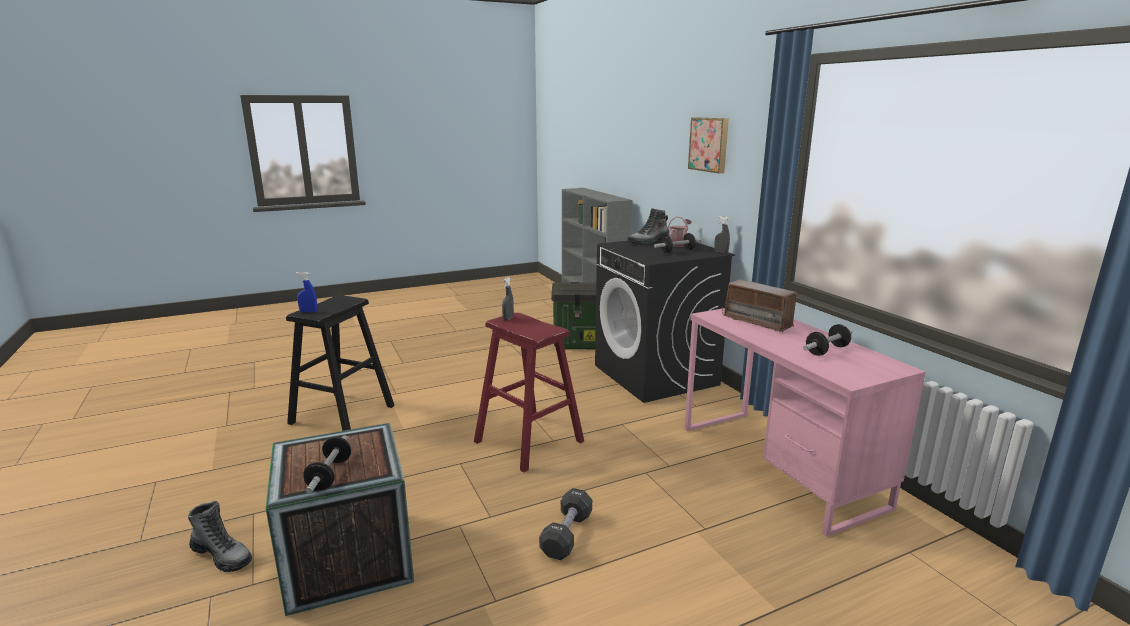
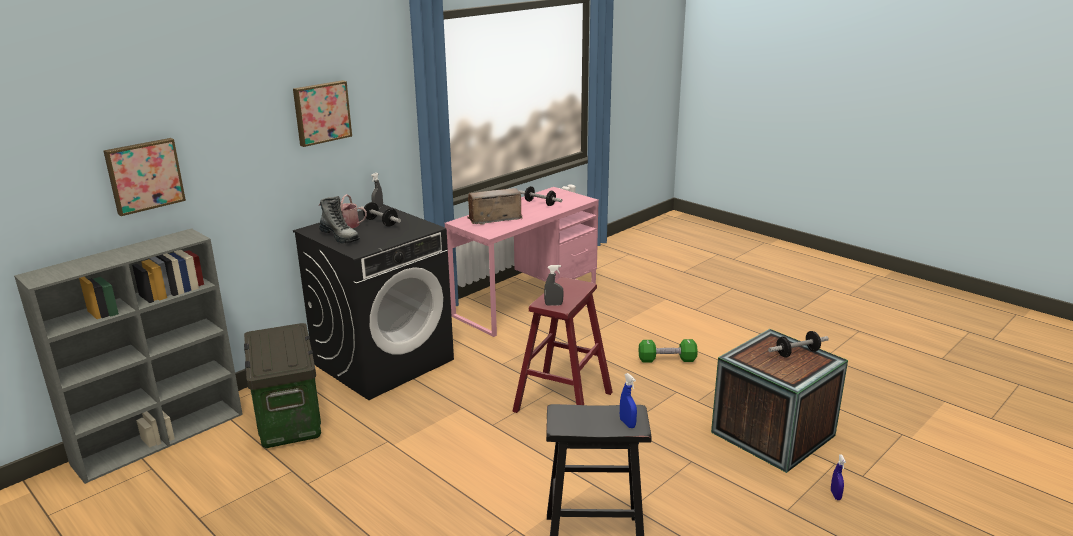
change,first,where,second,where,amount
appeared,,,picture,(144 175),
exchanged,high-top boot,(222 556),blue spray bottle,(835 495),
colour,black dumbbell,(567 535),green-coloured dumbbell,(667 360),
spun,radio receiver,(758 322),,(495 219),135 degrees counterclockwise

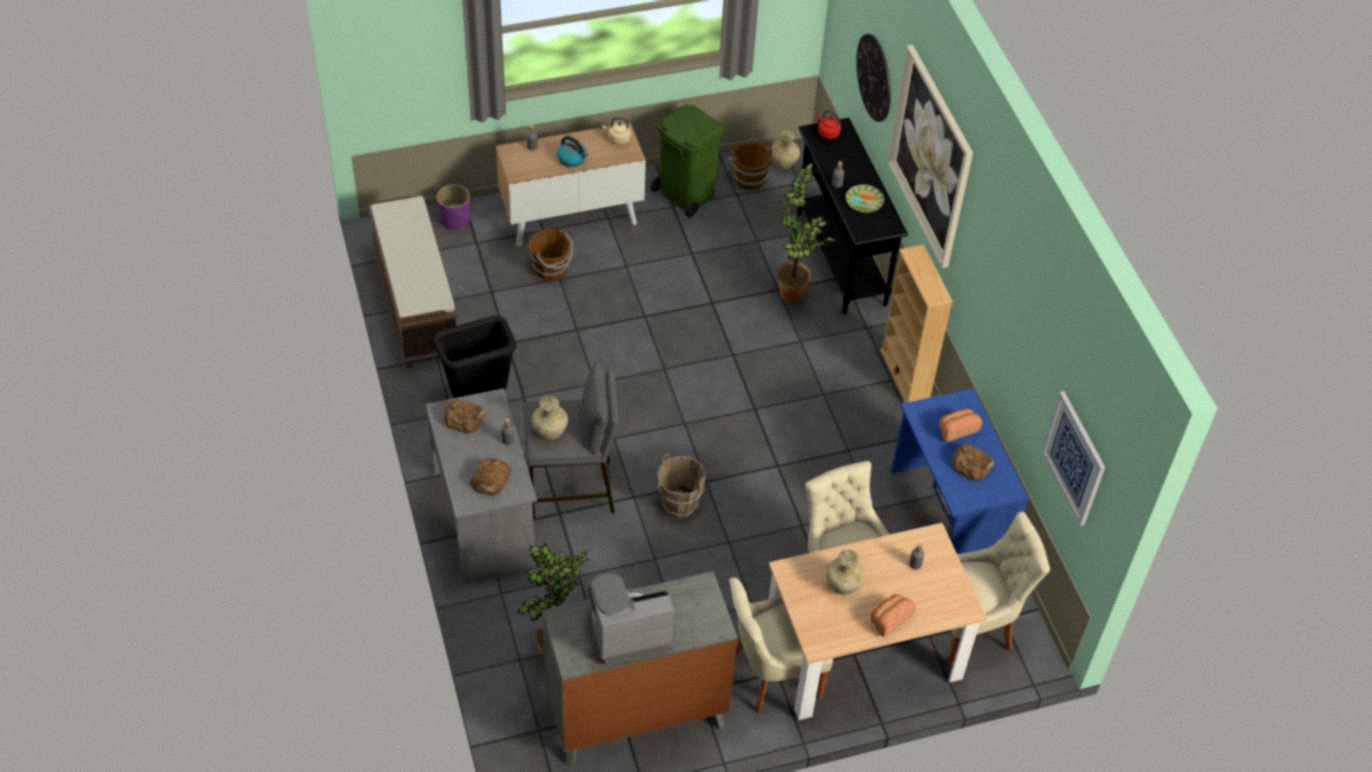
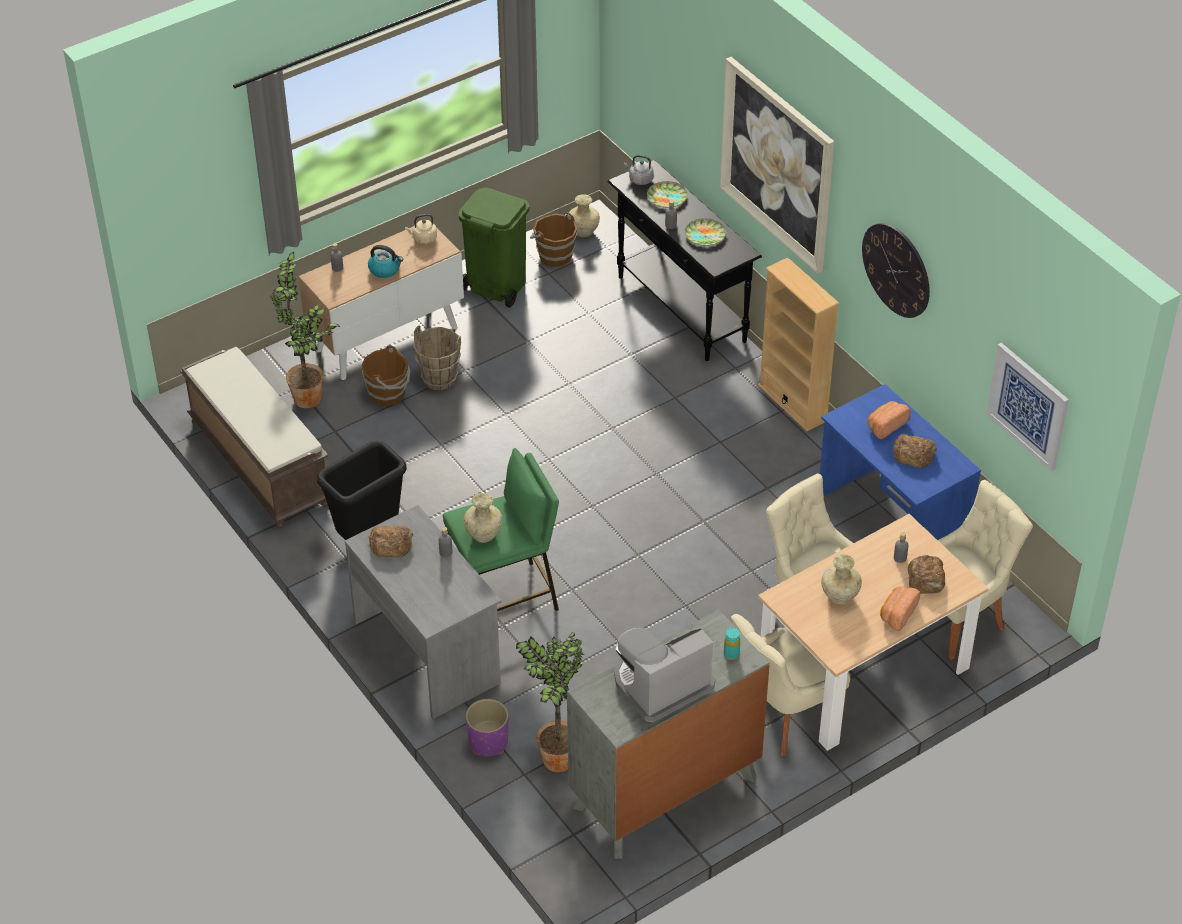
change,first,where,second,where,amount
appeared,,,dinner plate,(667 197),
appeared,,,turquoise-coloured beverage bottle,(731 654),
relocated,purple planter,(455 220),,(488 742),
relocated,baked bread,(491 480),,(926 578),
relocated,brownish bucket,(679 505),,(439 379),
relocated,plant in a pot,(793 296),,(309 401),
relocated,wall clock,(874 77),,(896 270),
colour,gray sitting stool,(571 489),green-coloured sitting stool,(505 599),
colour,red-coloured tea kettle,(827 133),gray tea kettle,(639 179),

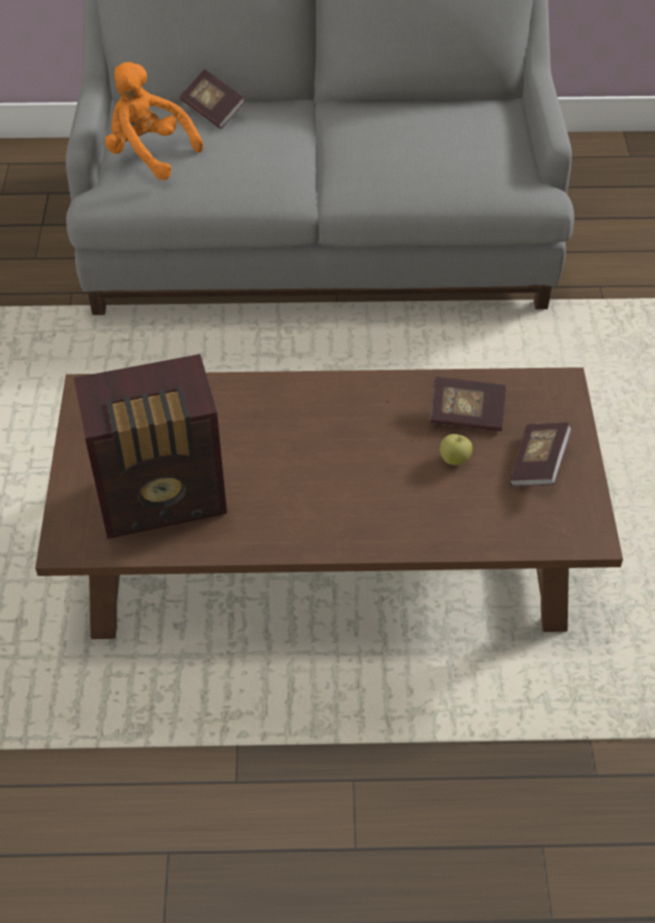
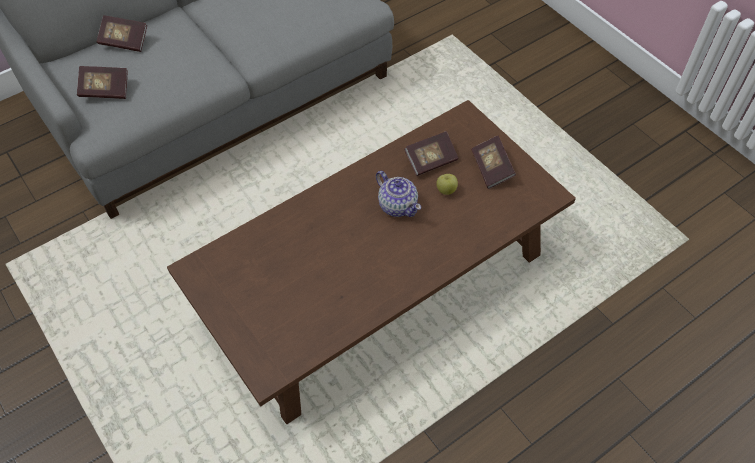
change,first,where,second,where,amount
missing,radio receiver,(164 499),,,
appeared,,,pot for tea,(397 205),
exchanged,orange-coloured cuddly toy,(149 153),bound book,(105 90),

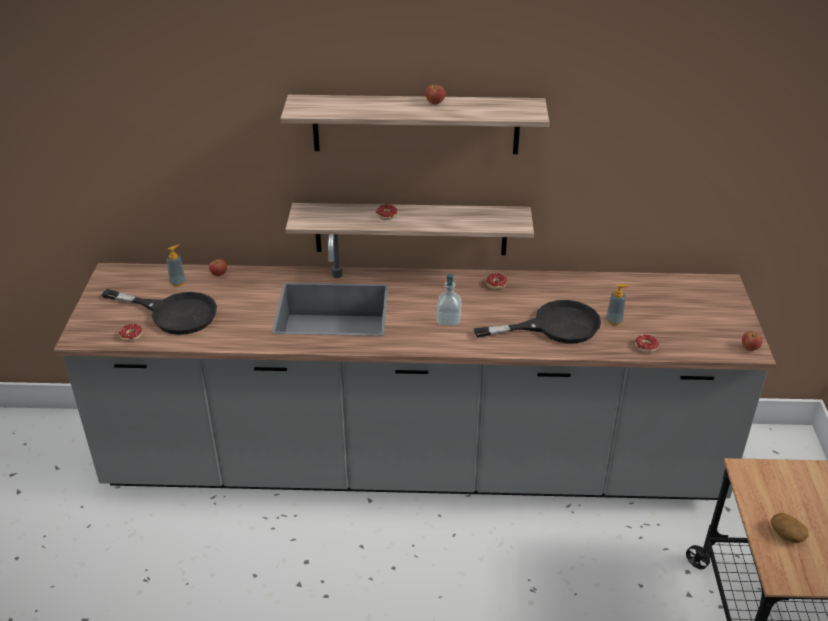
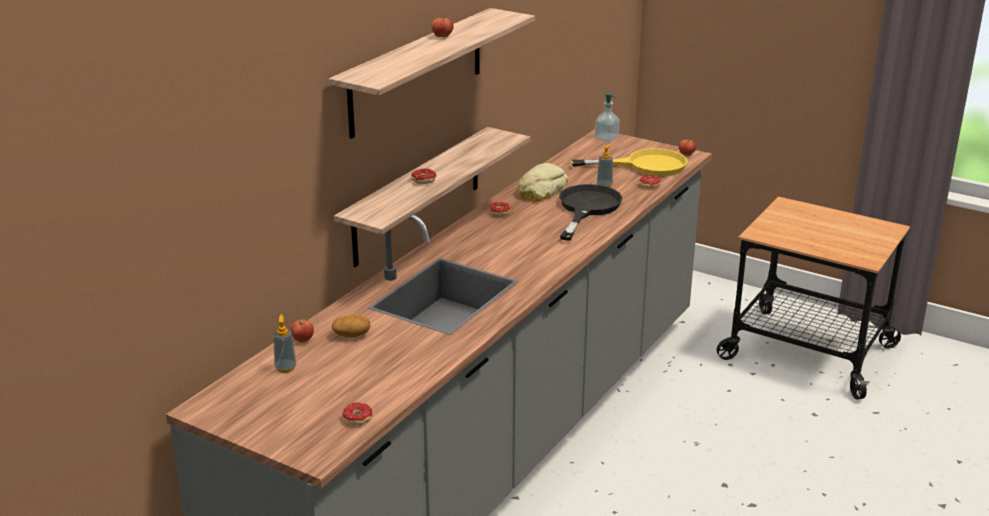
change,first,where,second,where,amount
missing,black pan,(174 313),,,
appeared,,,baked bread,(541 189),
appeared,,,yellow-coloured pan,(645 165),
relocated,liquid soap bottle,(448 320),,(606 138),
relocated,spud,(786 534),,(351 335),

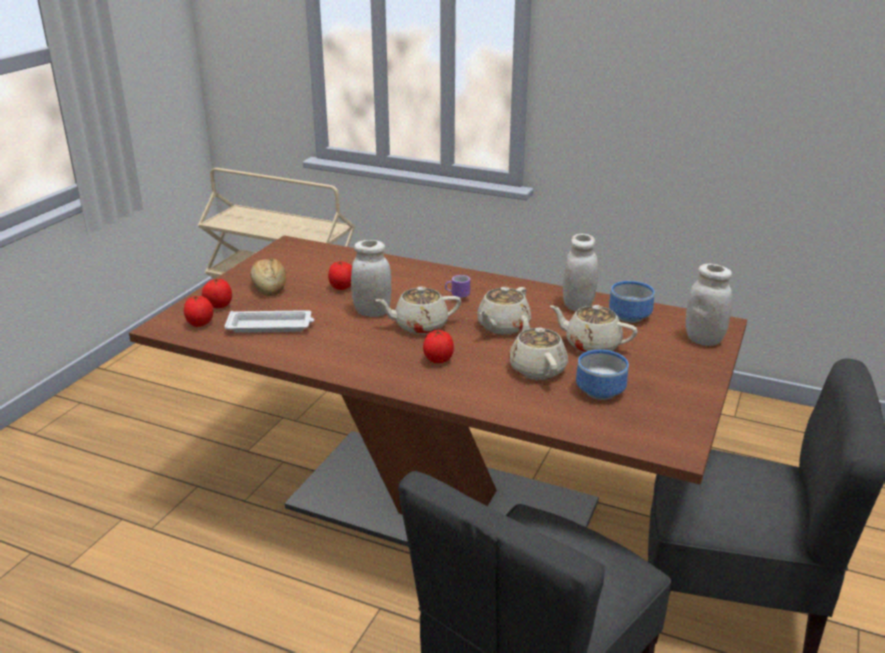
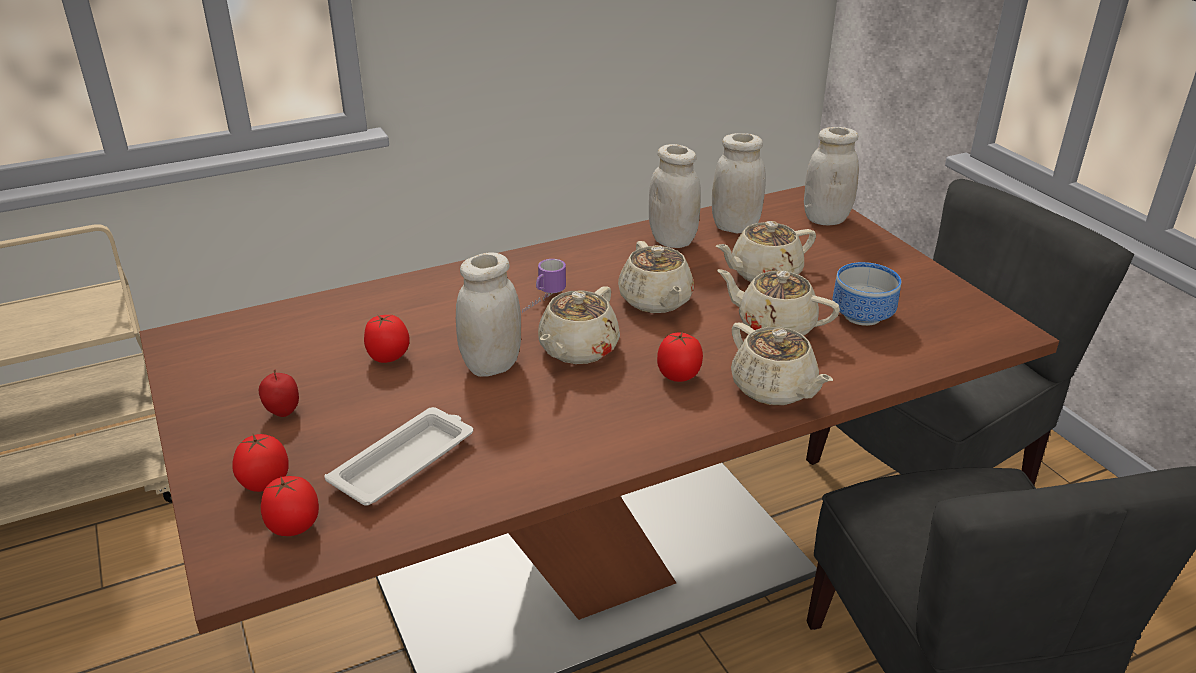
change,first,where,second,where,amount
appeared,,,beige-coloured pot for tea,(774 389),
exchanged,baked bread,(269 287),apple,(283 413),
exchanged,deep dish,(631 316),white jar,(735 227),

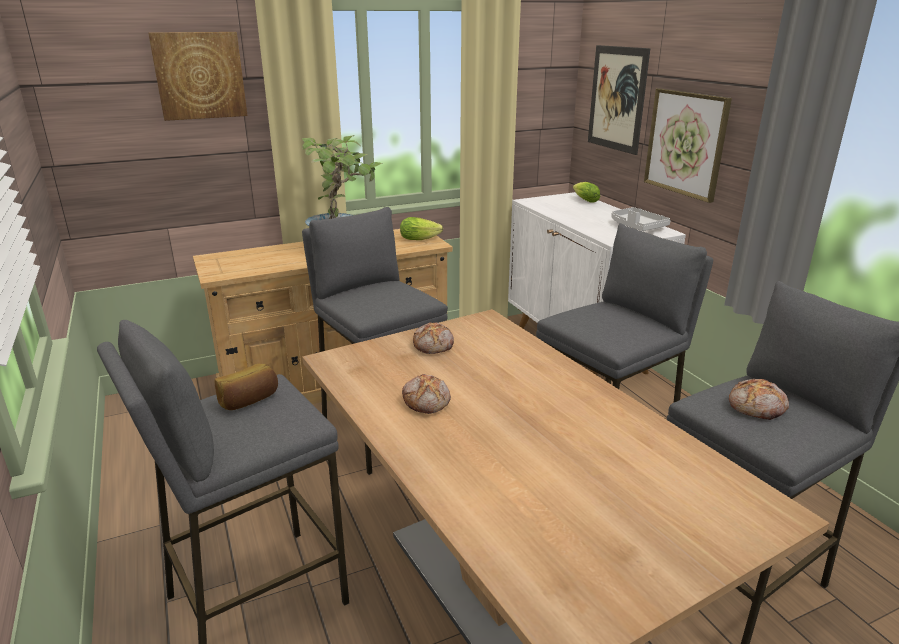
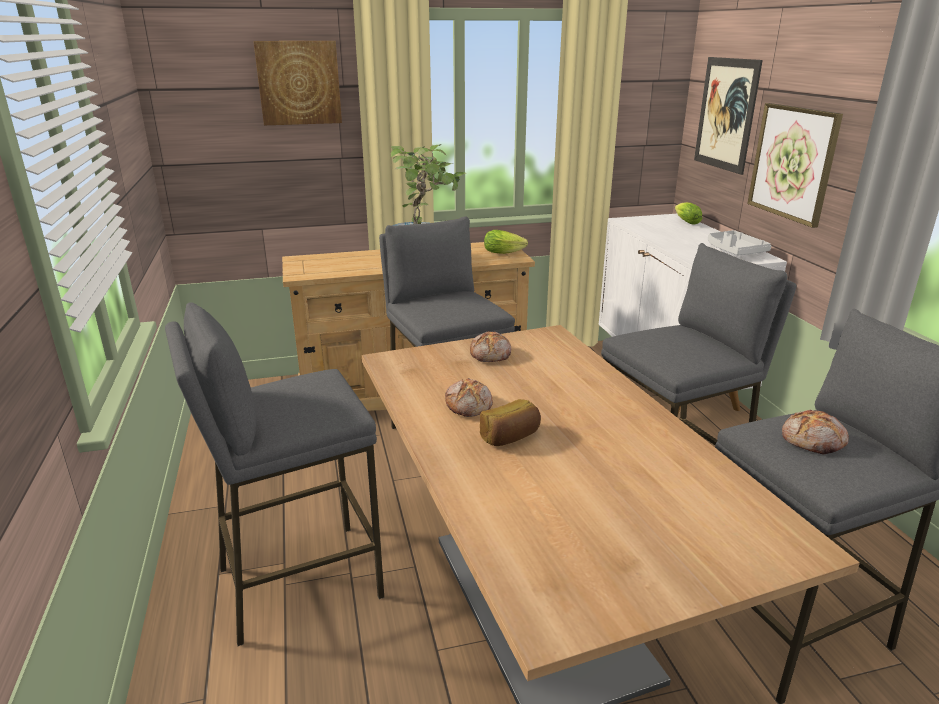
change,first,where,second,where,amount
relocated,baked bread,(249 400),,(510 437),

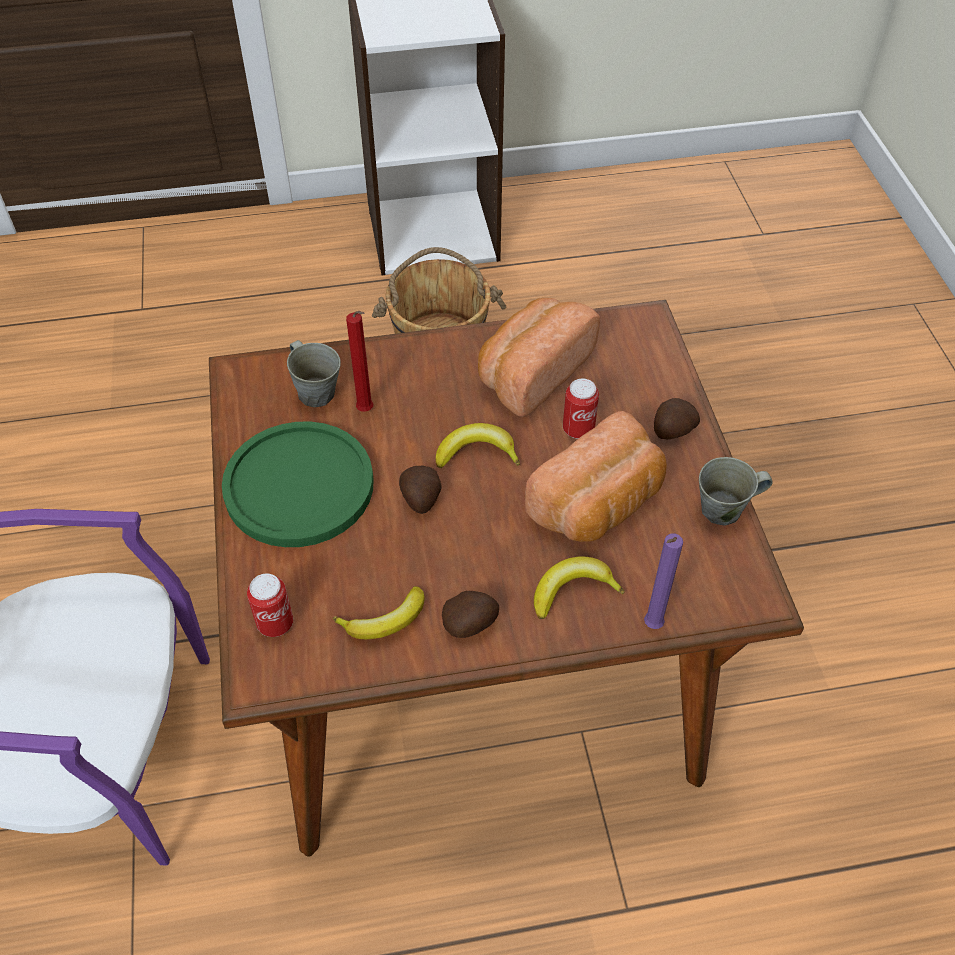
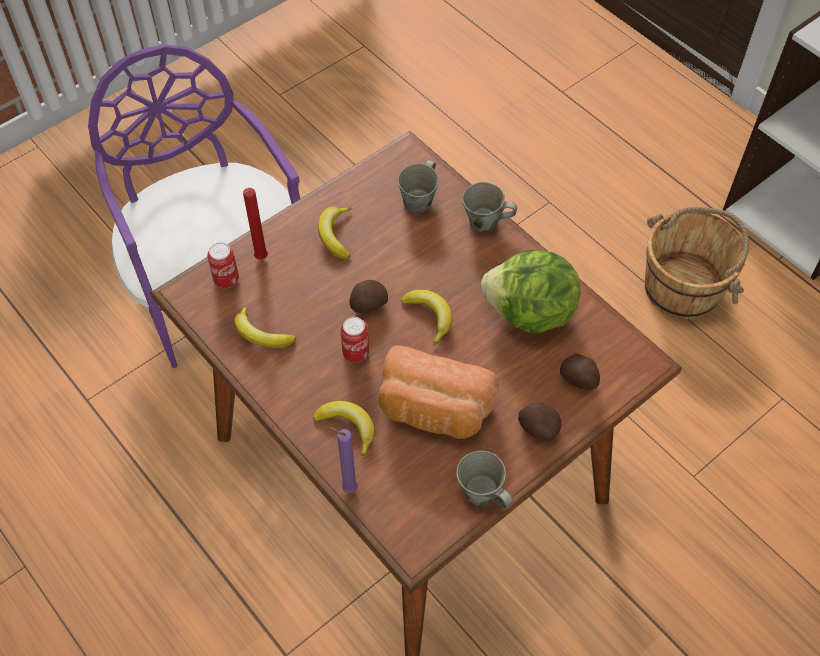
change,first,where,second,where,amount
appeared,,,gray mug,(485 222),
relocated,red-coloured candle,(367 411),,(260 259),
relocated,spud,(471 624),,(579 380),
relocated,metal can,(578 429),,(356 353),
exchanged,green-coloured dinner plate,(299 486),whole banana,(335 235),
exchanged,baked bread,(532 372),head of lettuce,(530 314),

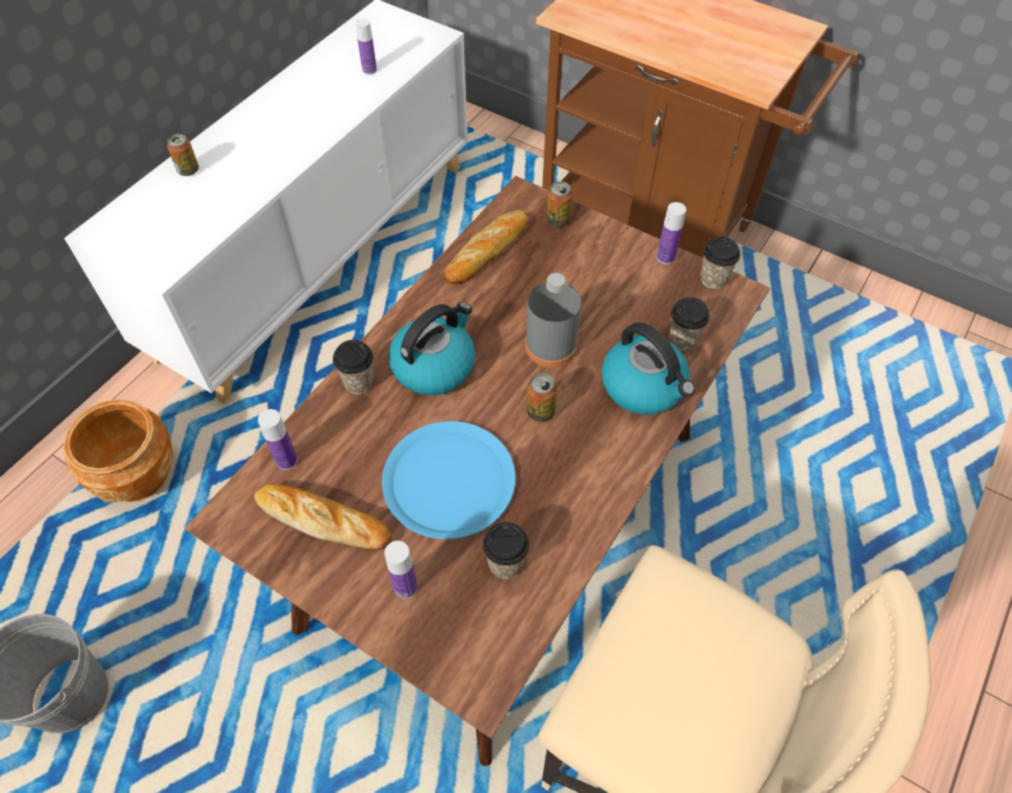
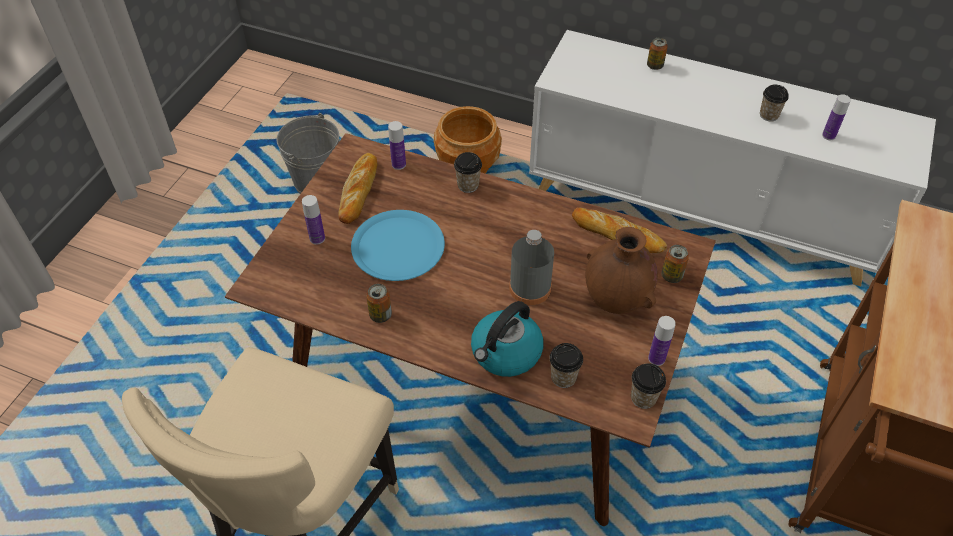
change,first,where,second,where,amount
missing,tea kettle,(434 365),,,
appeared,,,brownish decorative vase,(616 301),
relocated,cup,(505 563),,(769 115),
relocated,metal can,(540 411),,(380 315),

